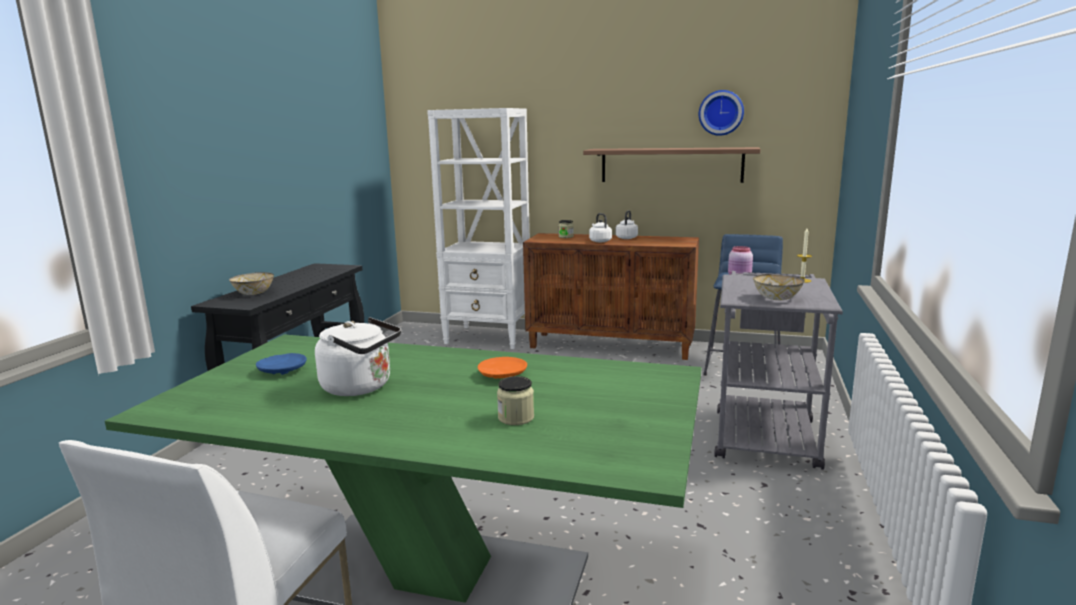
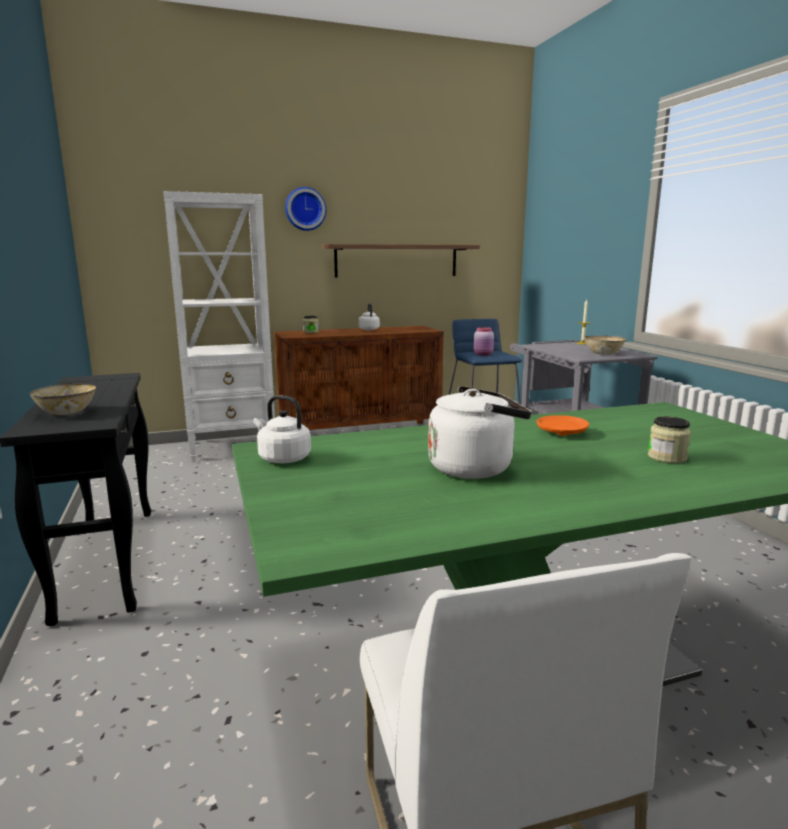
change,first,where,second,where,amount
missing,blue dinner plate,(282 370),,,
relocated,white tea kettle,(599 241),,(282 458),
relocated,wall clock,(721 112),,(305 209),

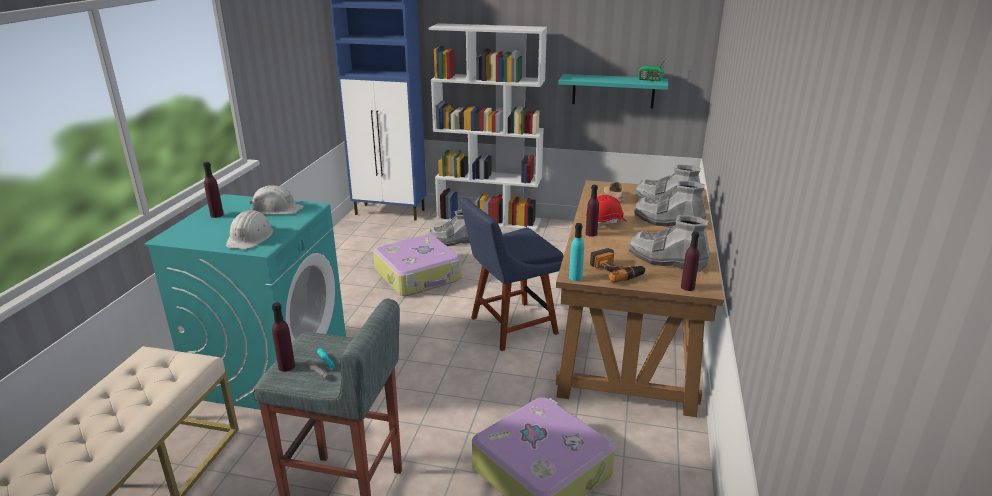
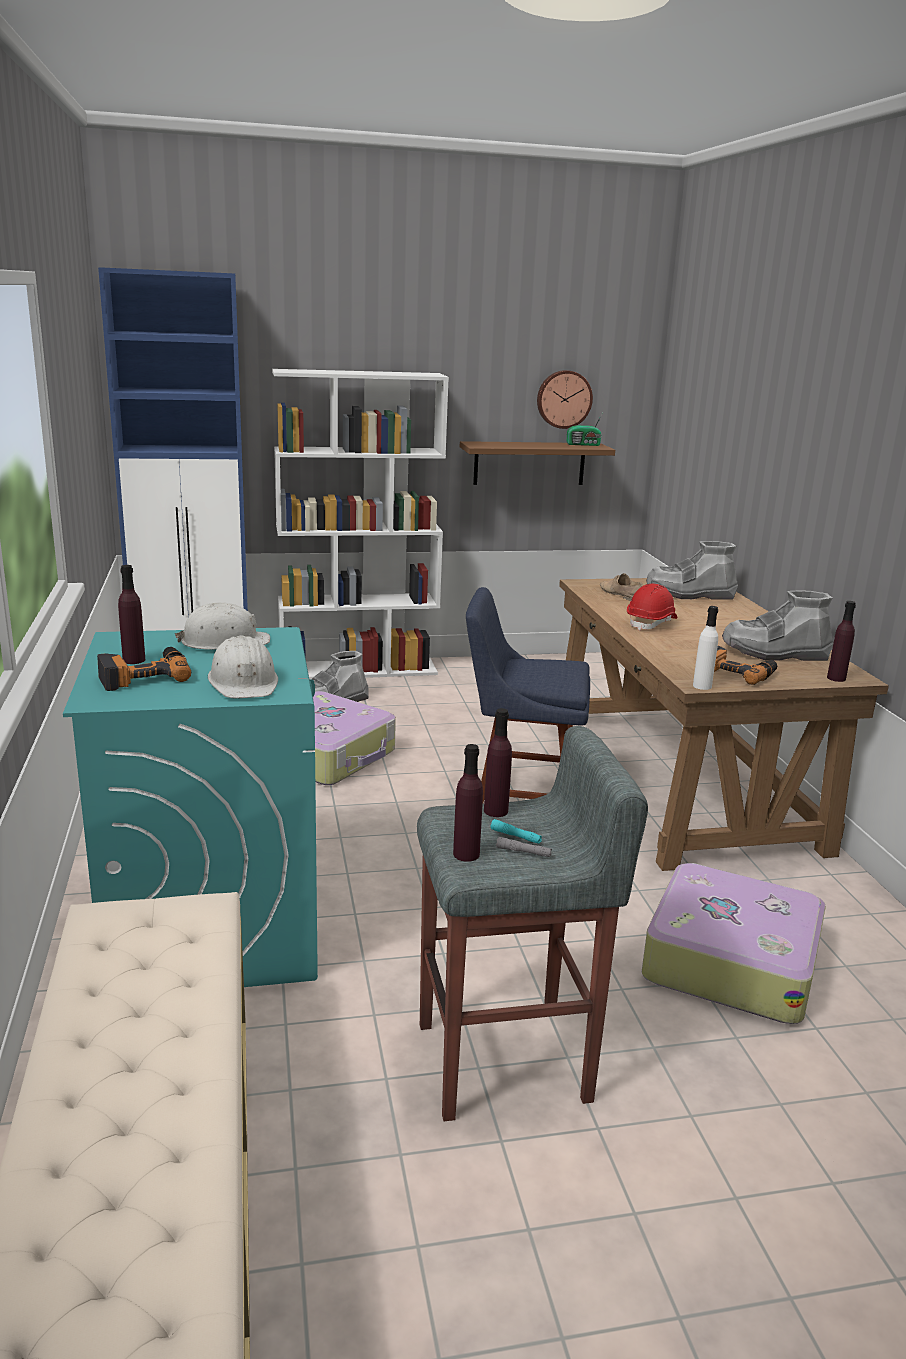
change,first,where,second,where,amount
missing,gray high-top boot,(668 221),,,
appeared,,,electric drill,(144 676),
appeared,,,wall clock,(563 399),
relocated,purple beverage bottle,(591 234),,(496 811),
colour,turquoise-coloured bracket shelf,(613 91),brownish bracket shelf,(529 463),
colour,turquoise-coloured beverage bottle,(575 278),white beverage bottle,(702 686),
spun,blue plain chair,(509 327),,(519 798),60 degrees clockwise

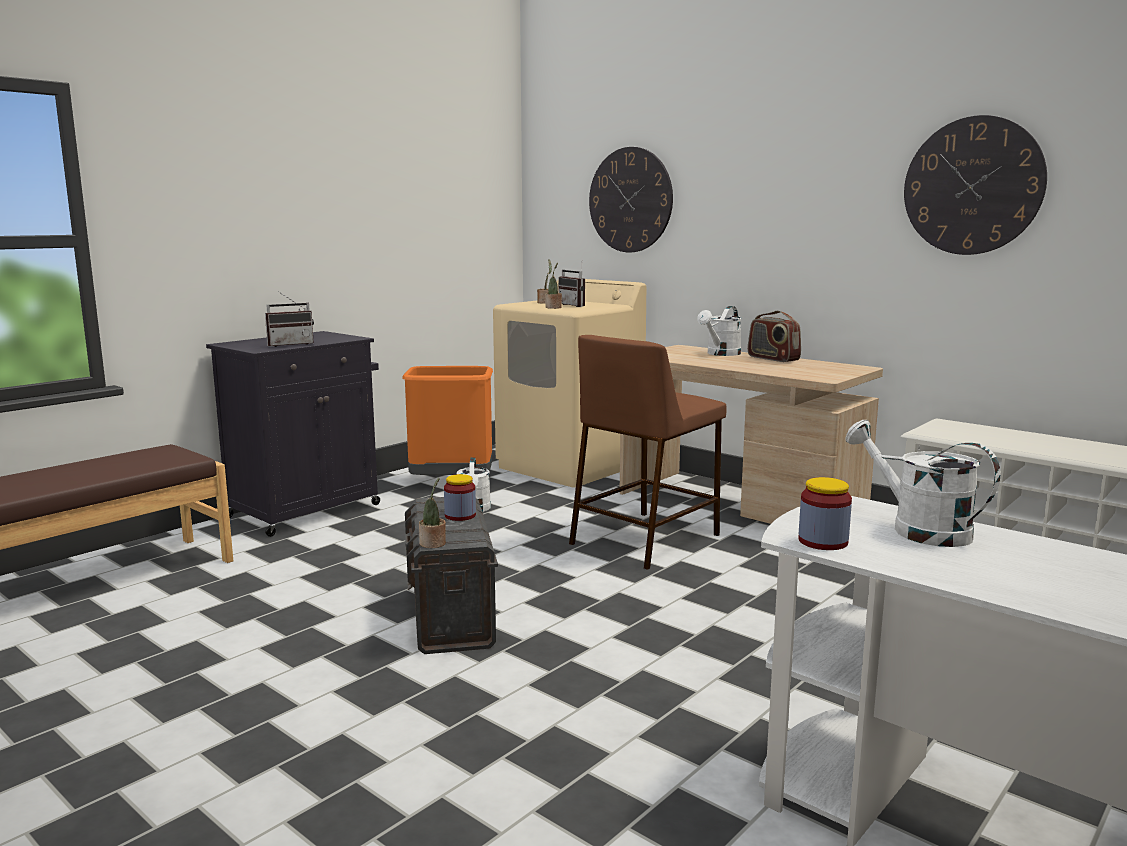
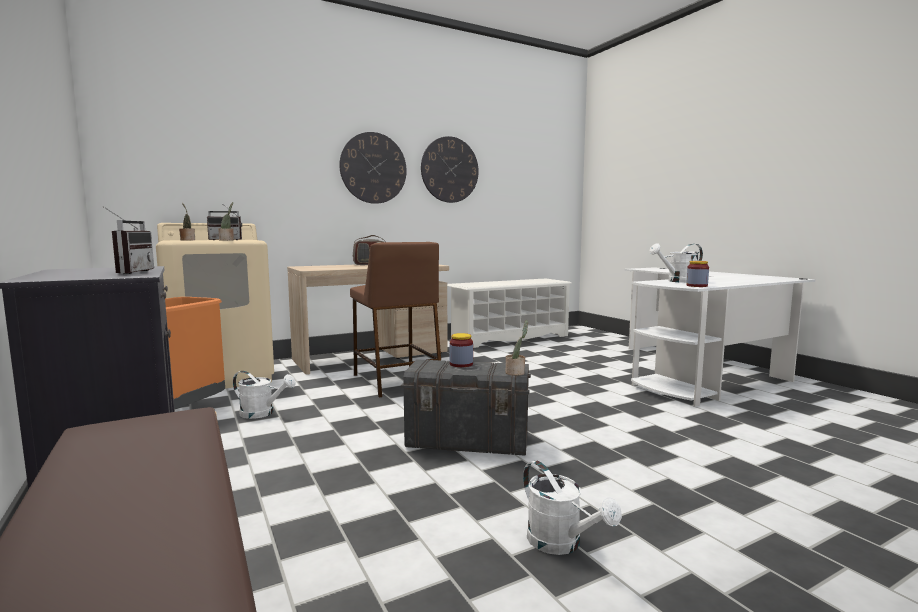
change,first,where,second,where,amount
relocated,wall clock,(630 200),,(373 168),
relocated,white sprinkling can,(721 354),,(561 544),

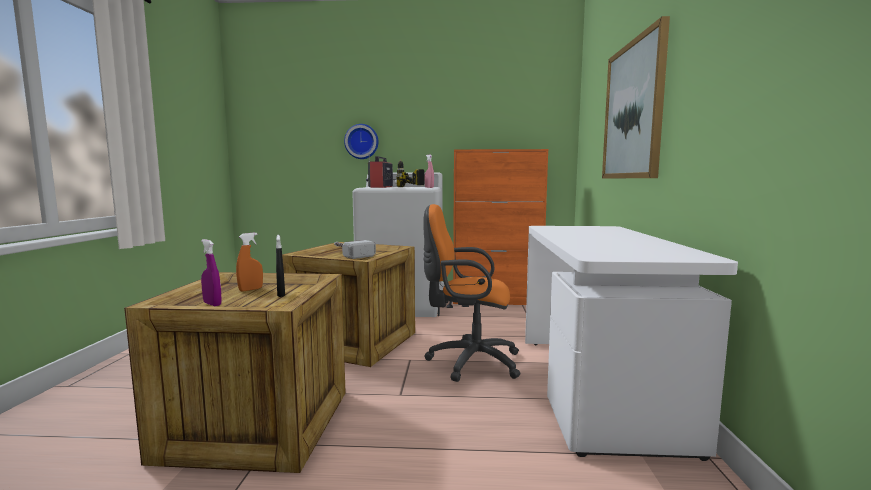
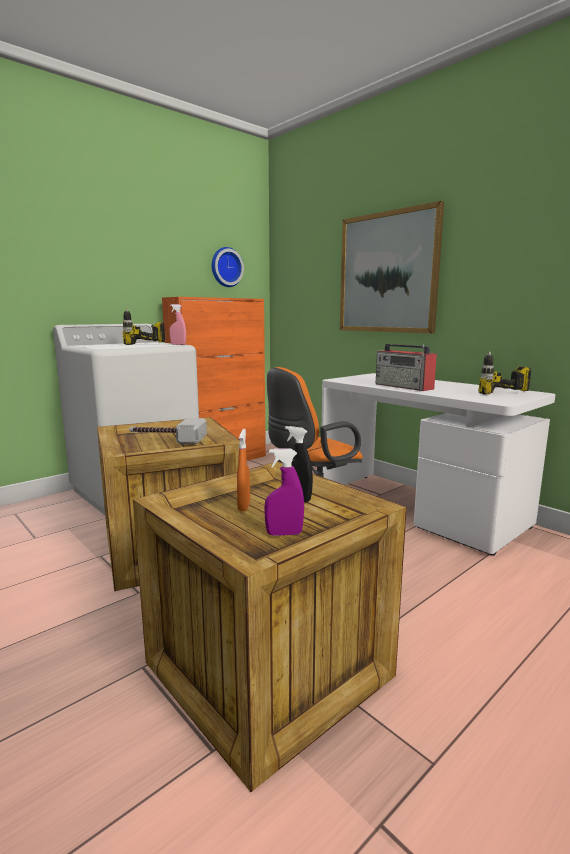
change,first,where,second,where,amount
appeared,,,electric drill,(510 396),
relocated,wall clock,(362 141),,(225 267),
relocated,radio receiver,(380 187),,(404 387),

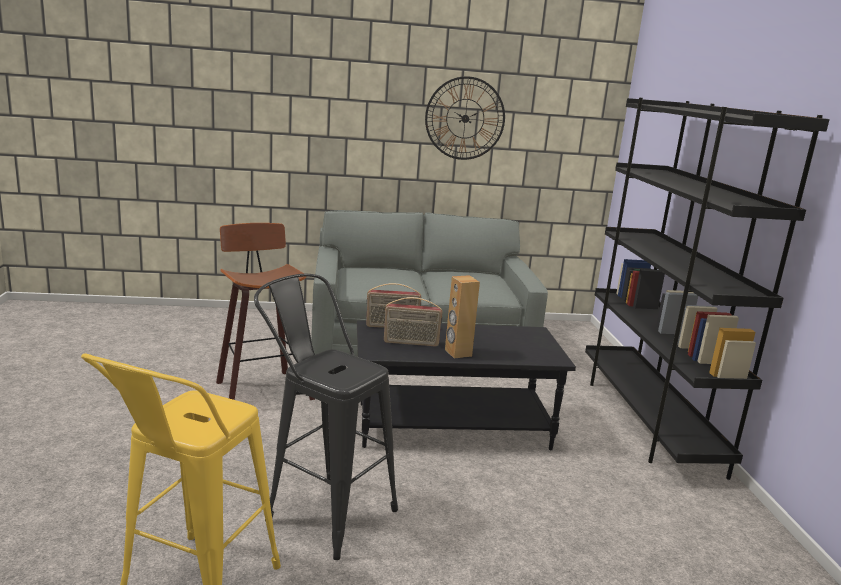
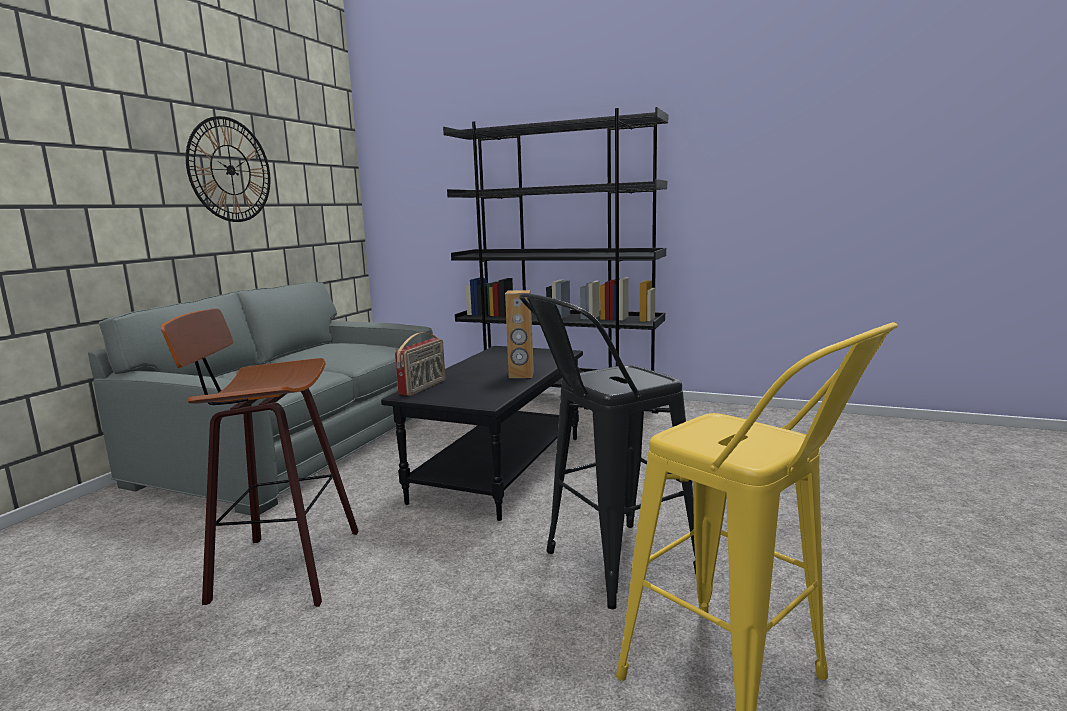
change,first,where,second,where,amount
missing,radio receiver,(411 343),,,

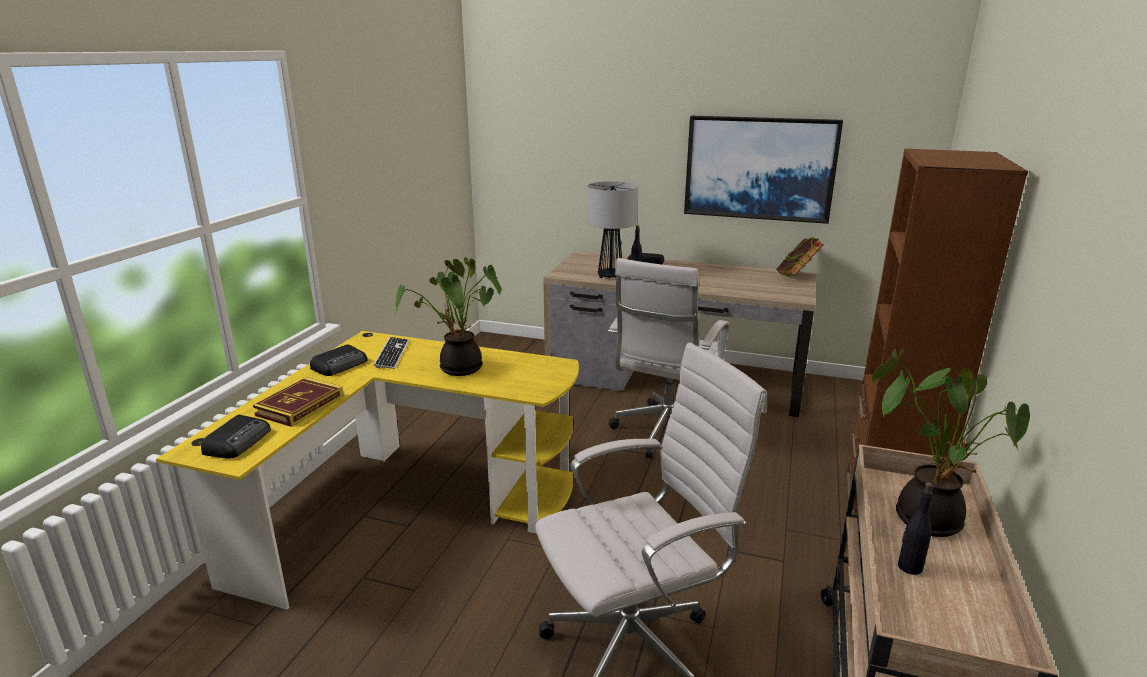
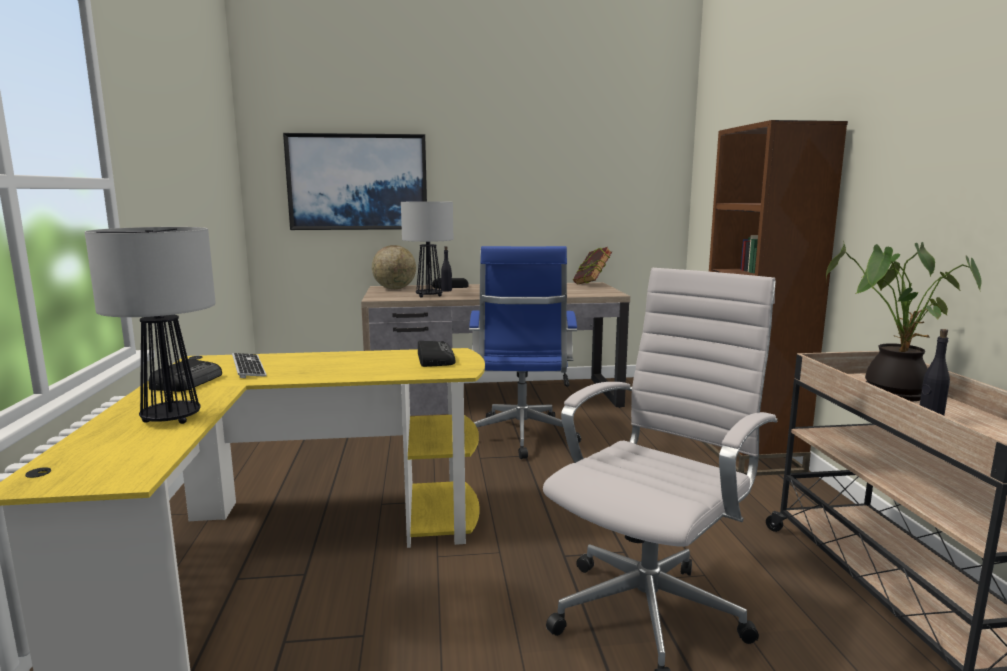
change,first,where,second,where,amount
missing,plant in a pot,(457 369),,,
appeared,,,globe,(394 289),
relocated,radio receiver,(238 441),,(434 359),
relocated,picture,(759 168),,(358 182),
exchanged,bound book,(300 406),tabletop lamp,(170 419),
colour,white desk chair,(664 434),blue desk chair,(521 438),

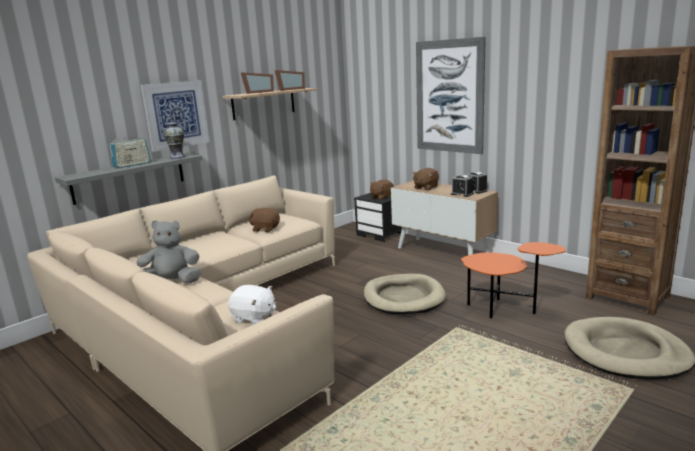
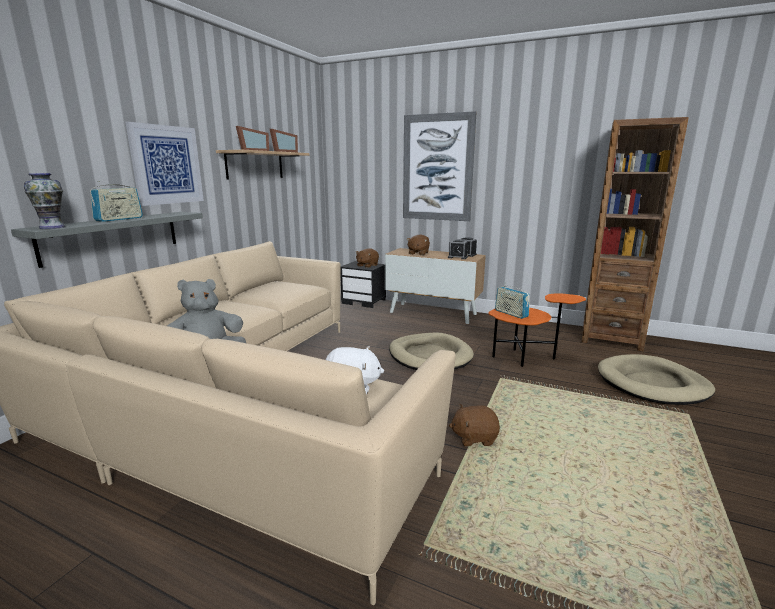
change,first,where,second,where,amount
appeared,,,radio receiver,(511 313),
relocated,decorative vase,(177 157),,(52 227),
relocated,brownish cuddly toy,(265 229),,(474 438),

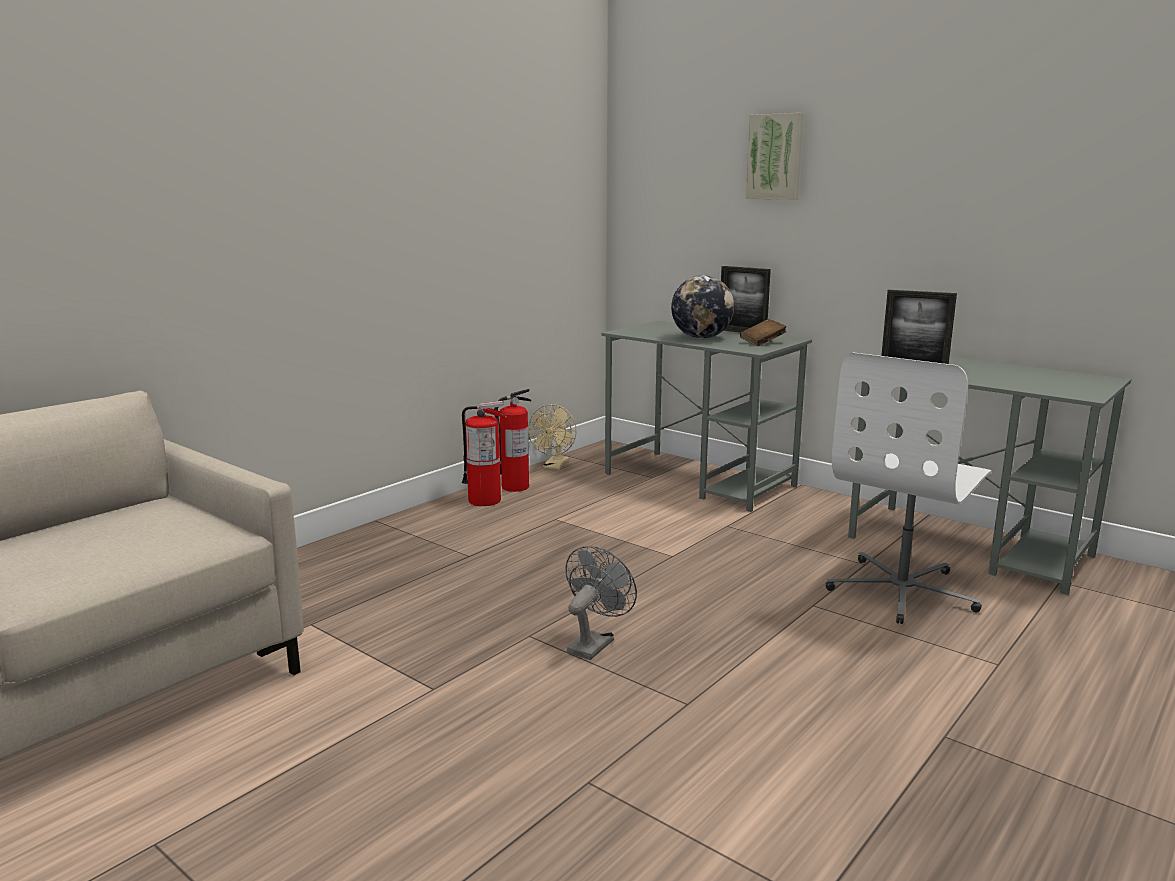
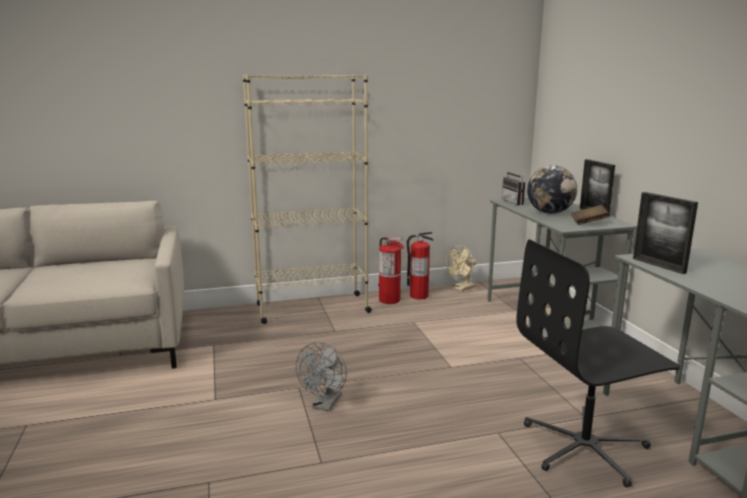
change,first,where,second,where,amount
missing,picture,(775 157),,,
appeared,,,beige-coloured shelving unit,(312 308),
appeared,,,radio receiver,(516 202),
colour,white desk chair,(902 591),black desk chair,(586 447),
spun,gray electric fan,(594 643),,(325 405),135 degrees clockwise

